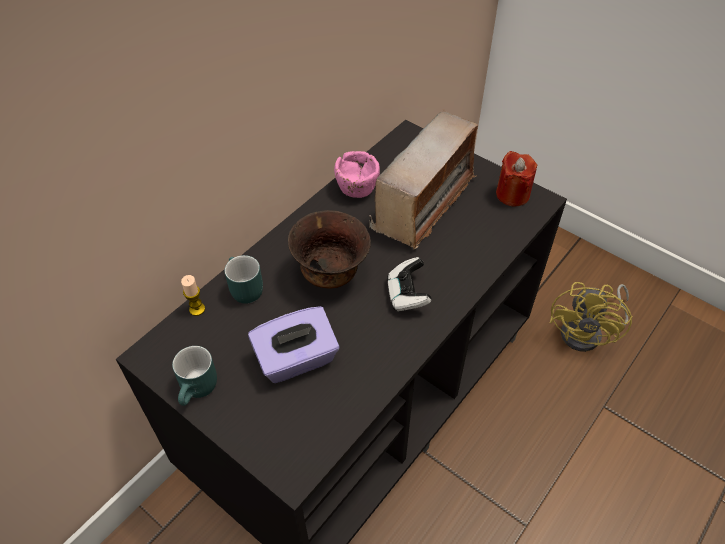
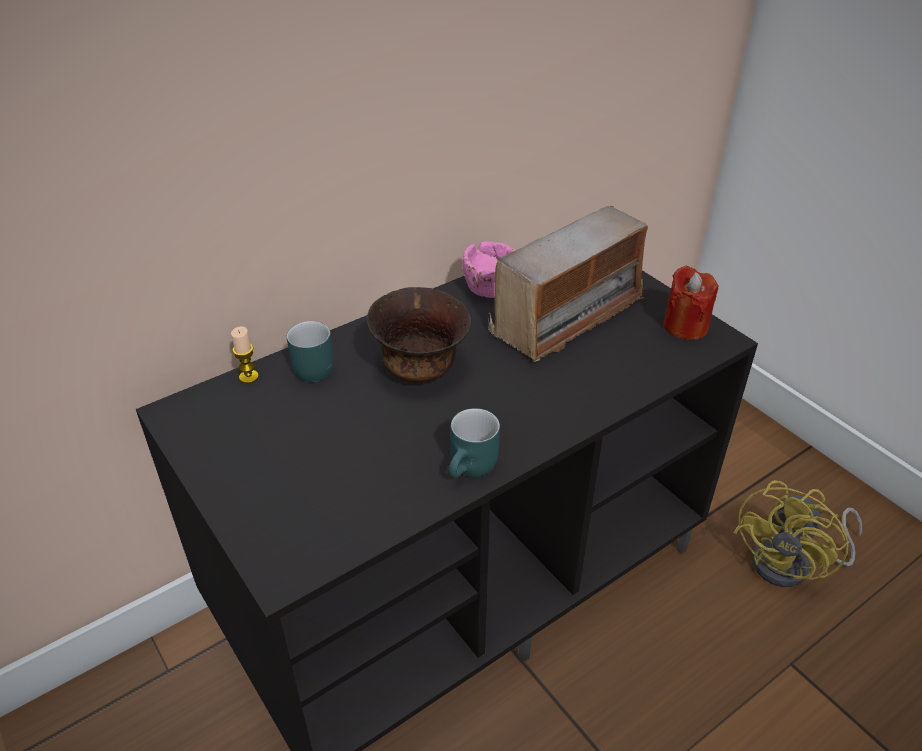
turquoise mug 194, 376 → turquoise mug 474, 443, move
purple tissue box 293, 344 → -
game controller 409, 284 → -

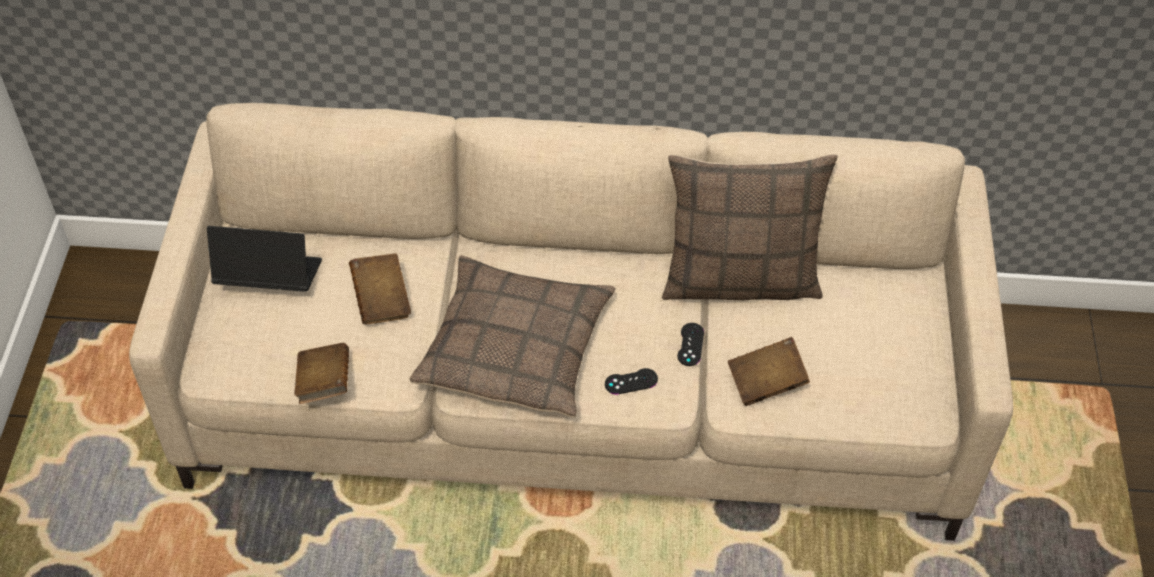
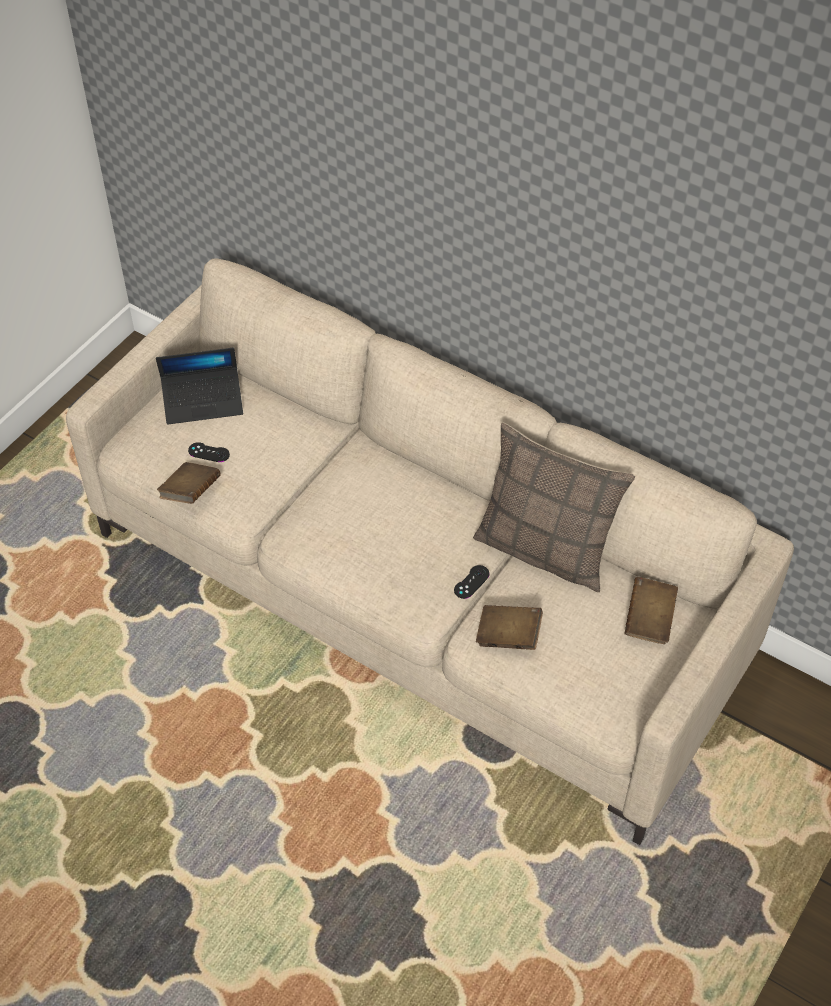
laptop 264, 259 → laptop 199, 386, 135 degrees clockwise
brown book 380, 288 → brown book 651, 610, move
pillow 512, 336 → -
black game controller 631, 381 → black game controller 209, 452, move

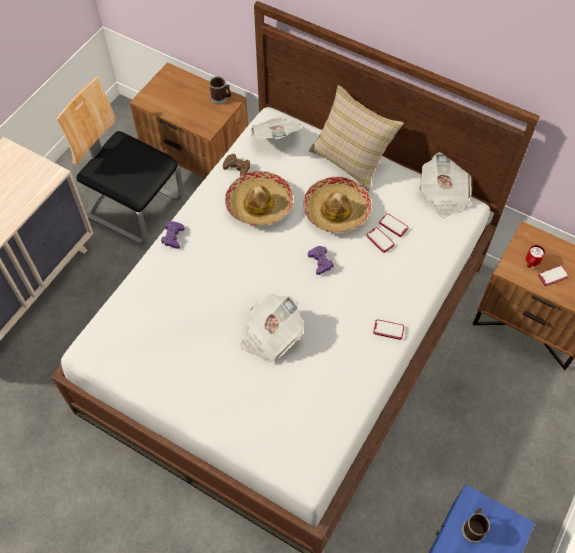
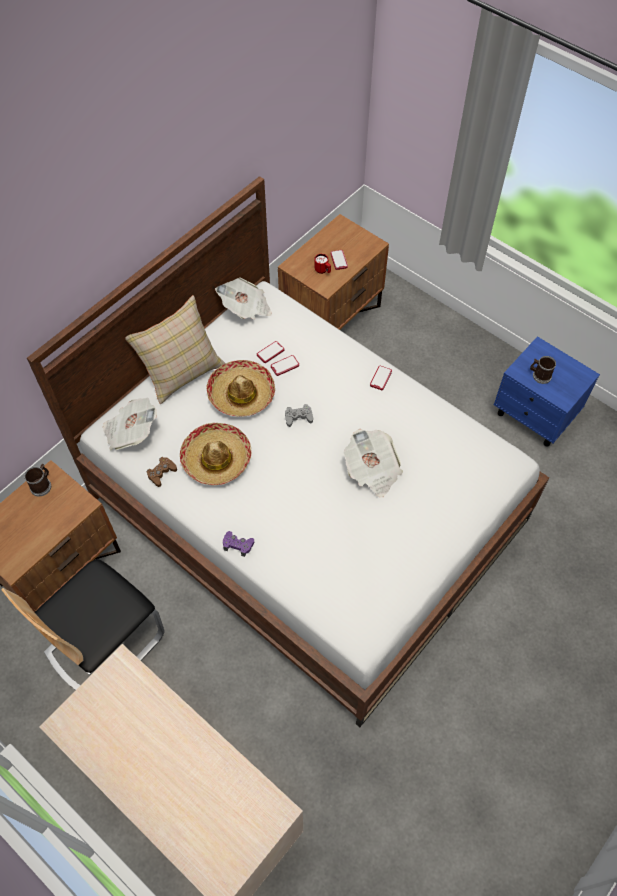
purple game controller 321, 260 → grey game controller 299, 415

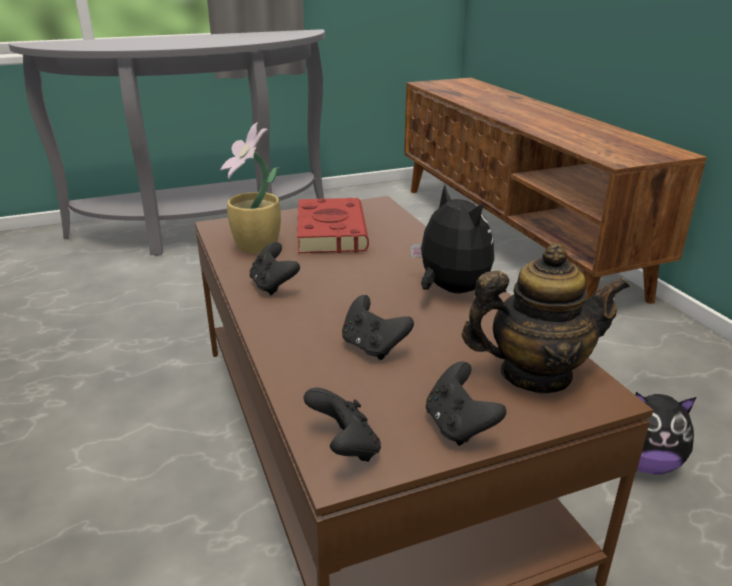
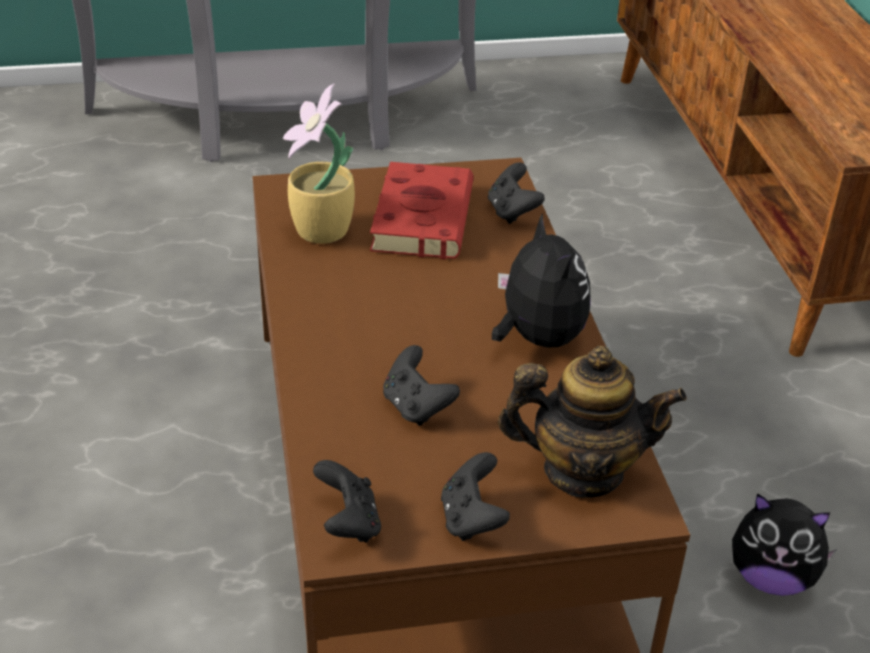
black game controller 275, 268 → black game controller 516, 193, move

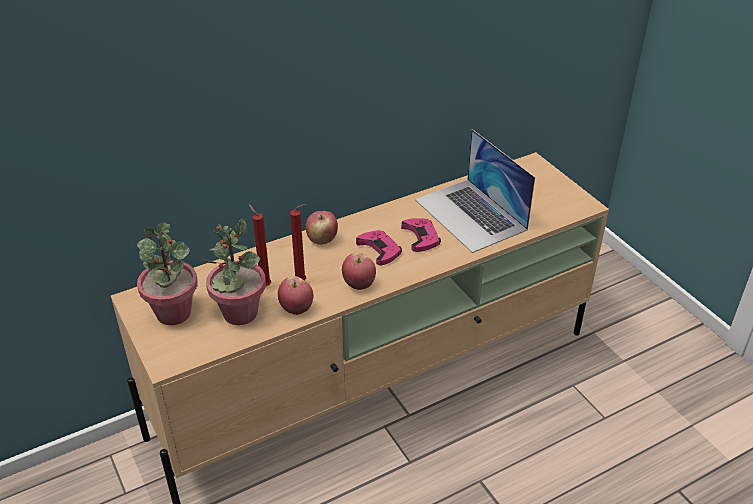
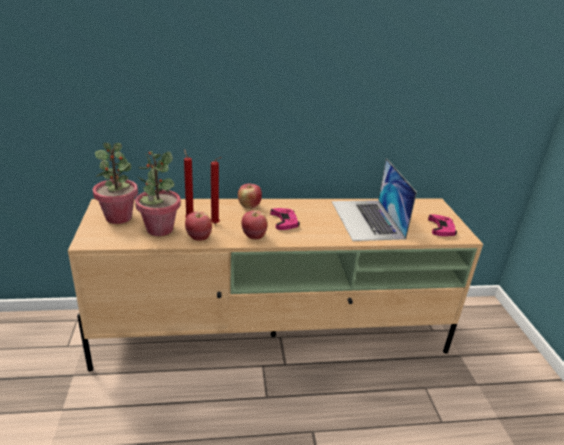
pink game controller 421, 235 → pink game controller 442, 225, move

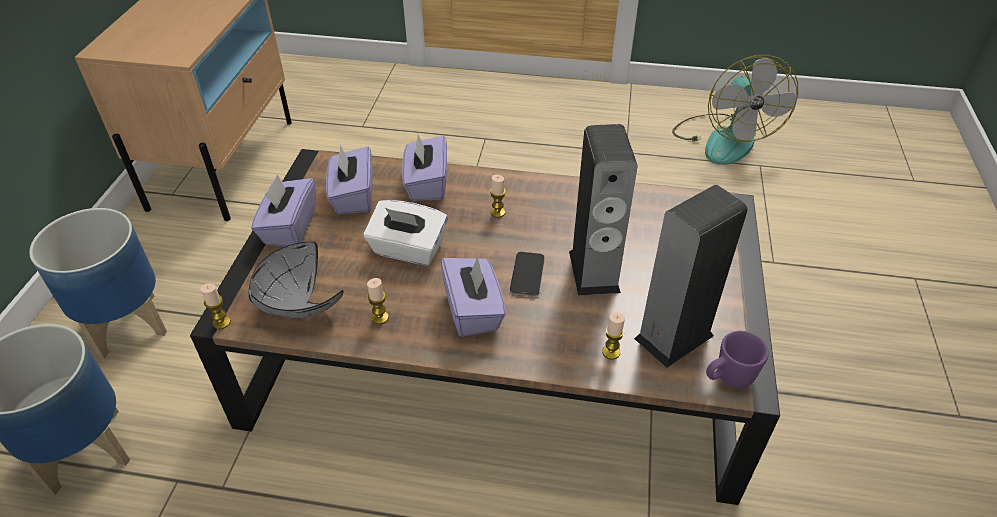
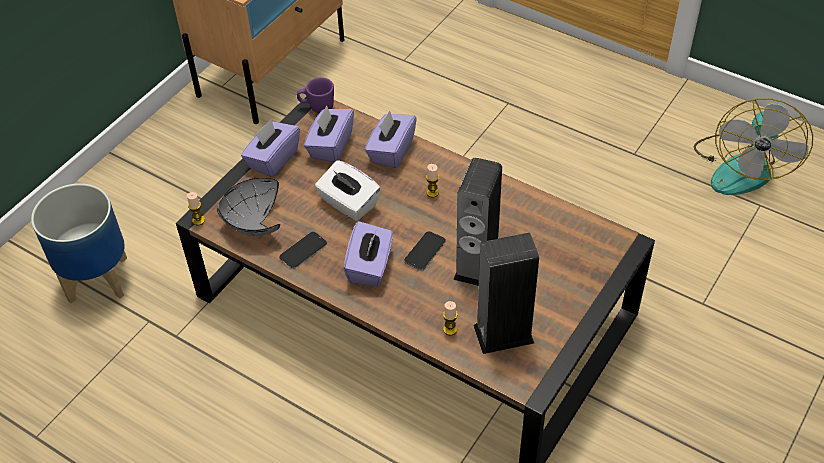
planter 98, 283 → -
candle 378, 301 → phone 303, 250
purple mug 737, 359 → purple mug 315, 95, move

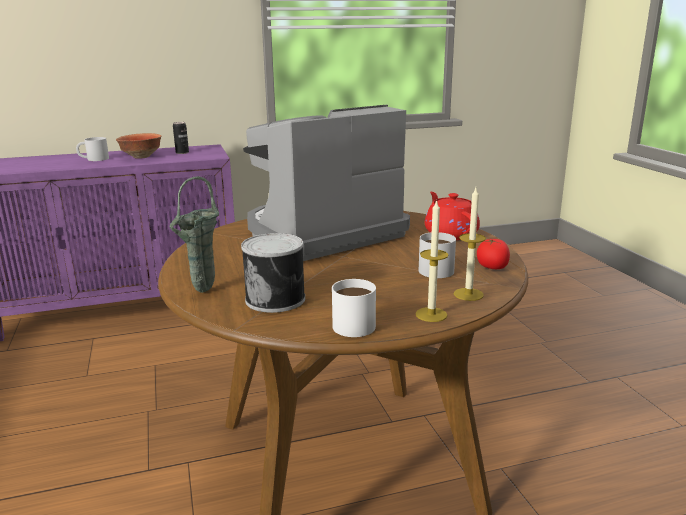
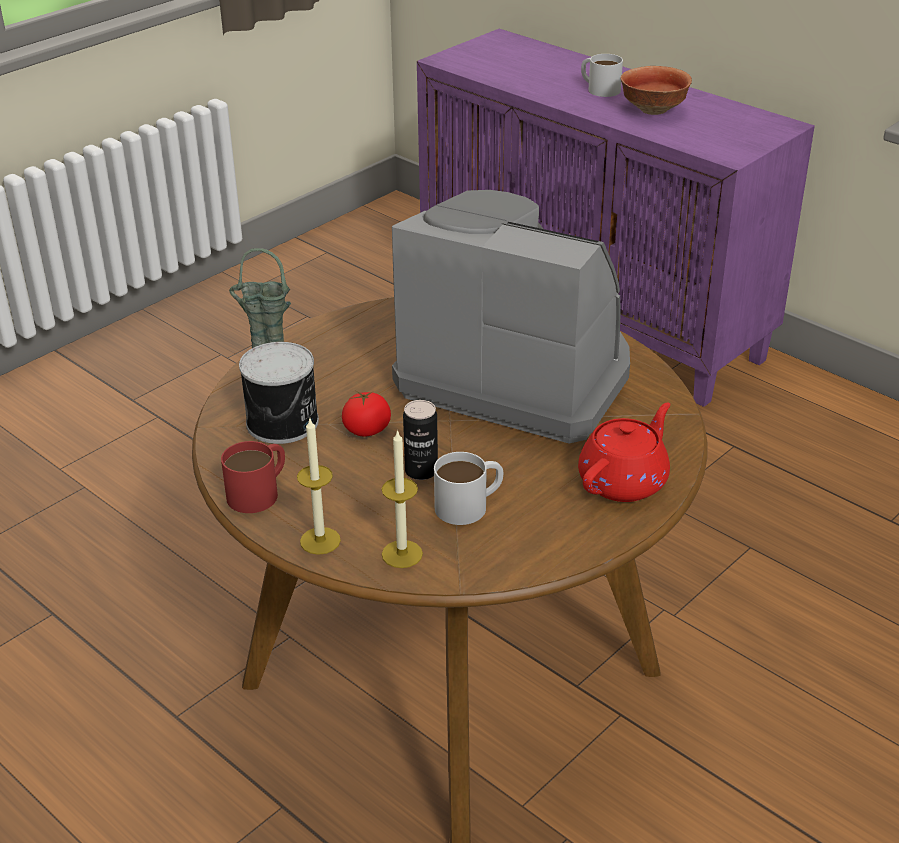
can 181, 138 → can 420, 440, move
white mug 354, 308 → red mug 253, 477
tomato 493, 254 → tomato 366, 414, move

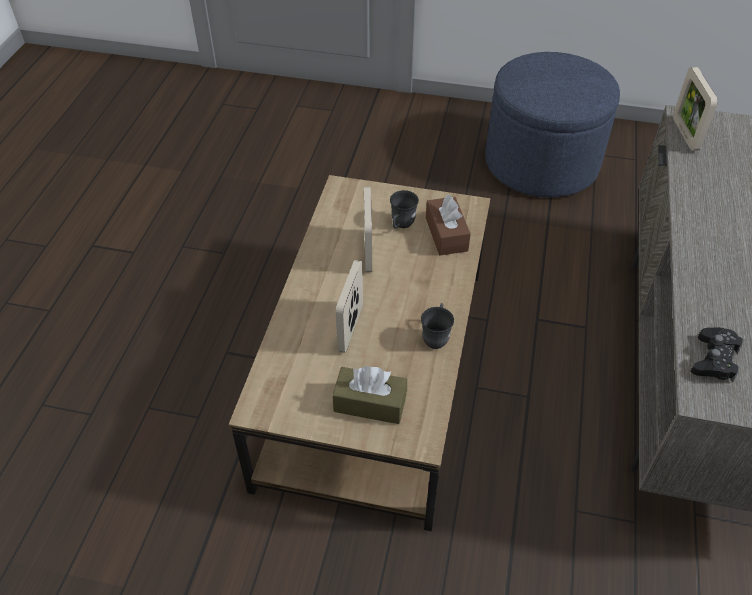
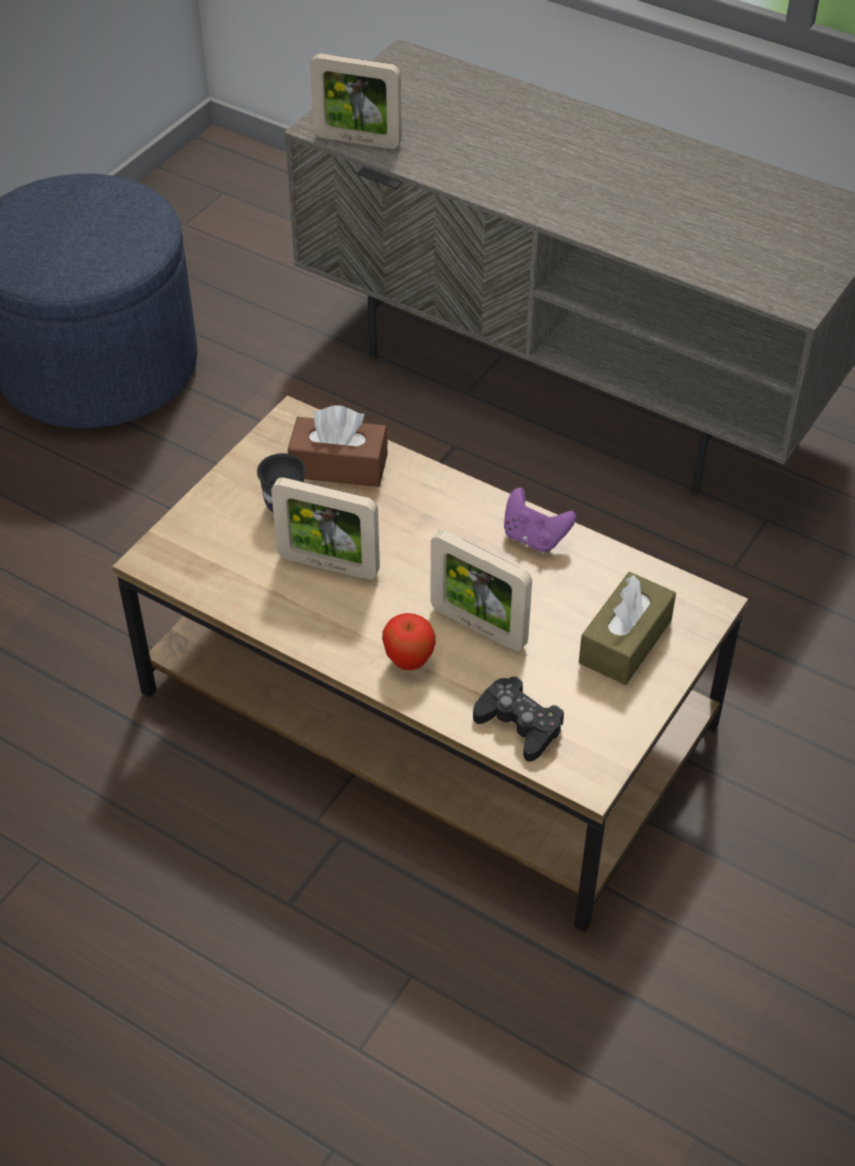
grey mug 437, 326 → purple game controller 540, 519
black game controller 717, 355 → black game controller 518, 719, move
- → apple 409, 641

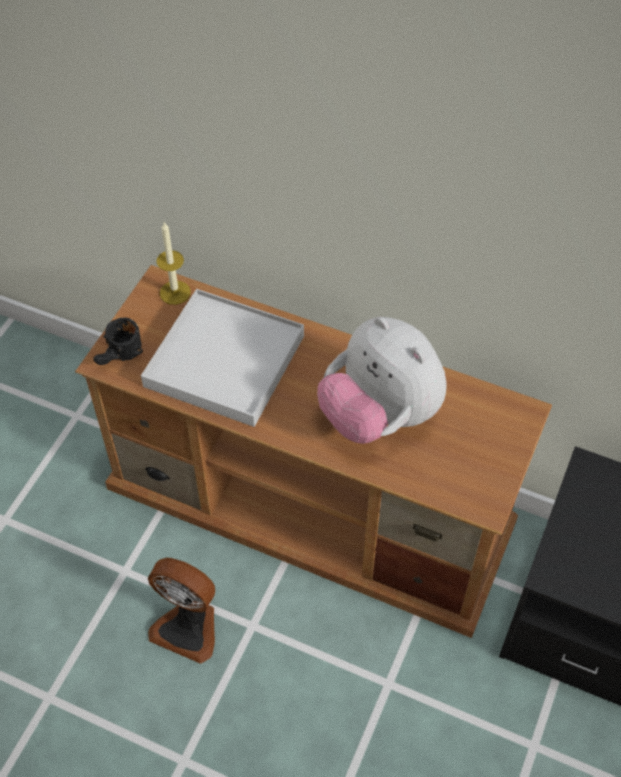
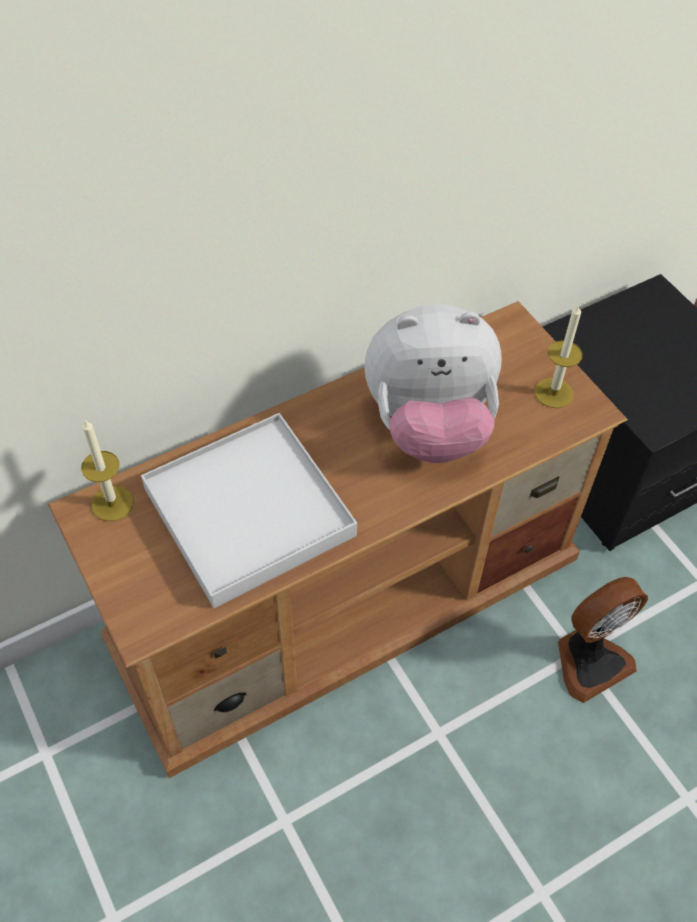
black mug 118, 341 → -
fan 181, 611 → fan 603, 640, move
- → candle 558, 356

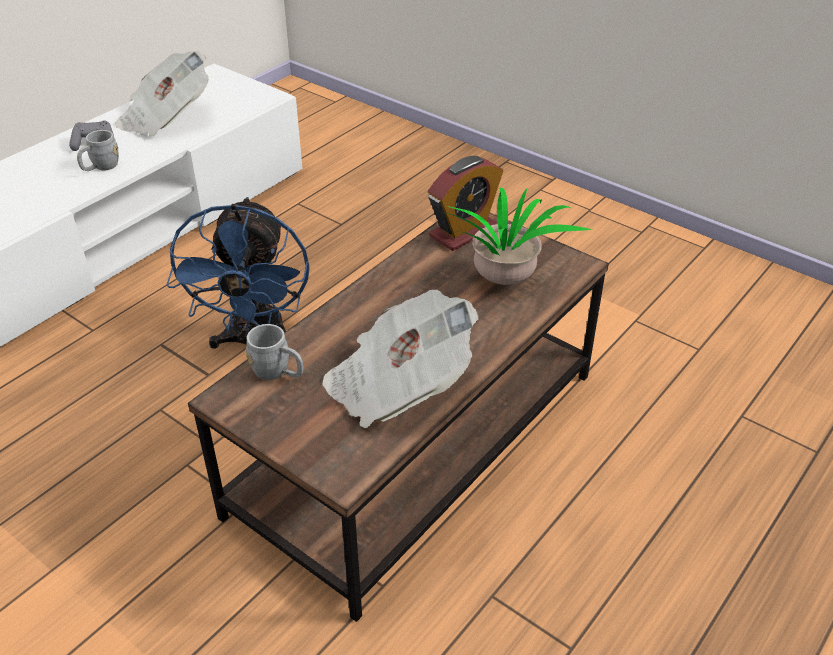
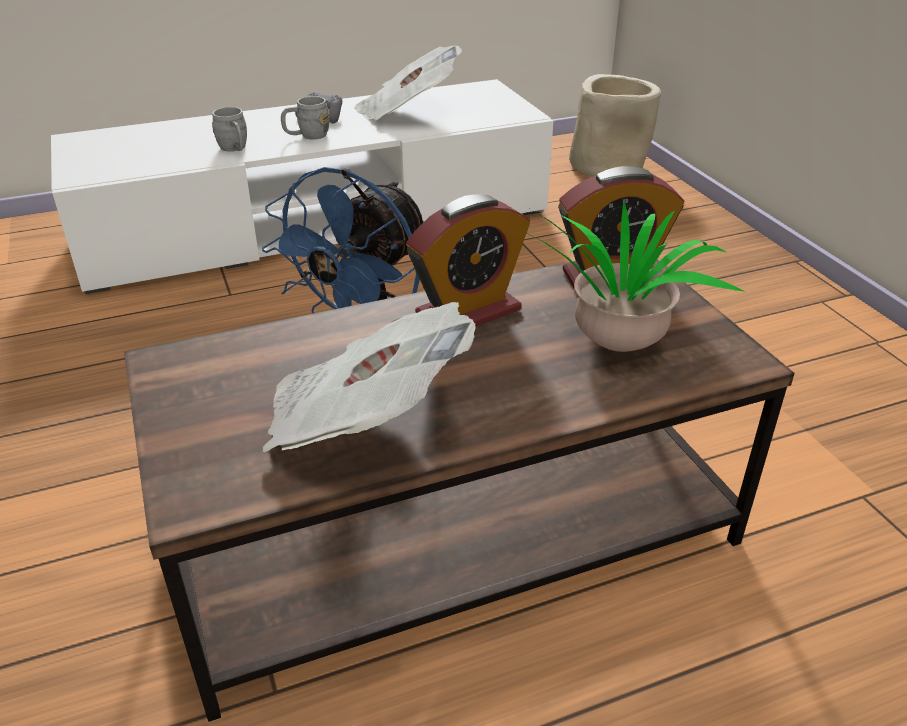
grey mug 275, 352 → grey mug 229, 129, move
- → alarm clock 468, 260
- → beige planter 615, 125

